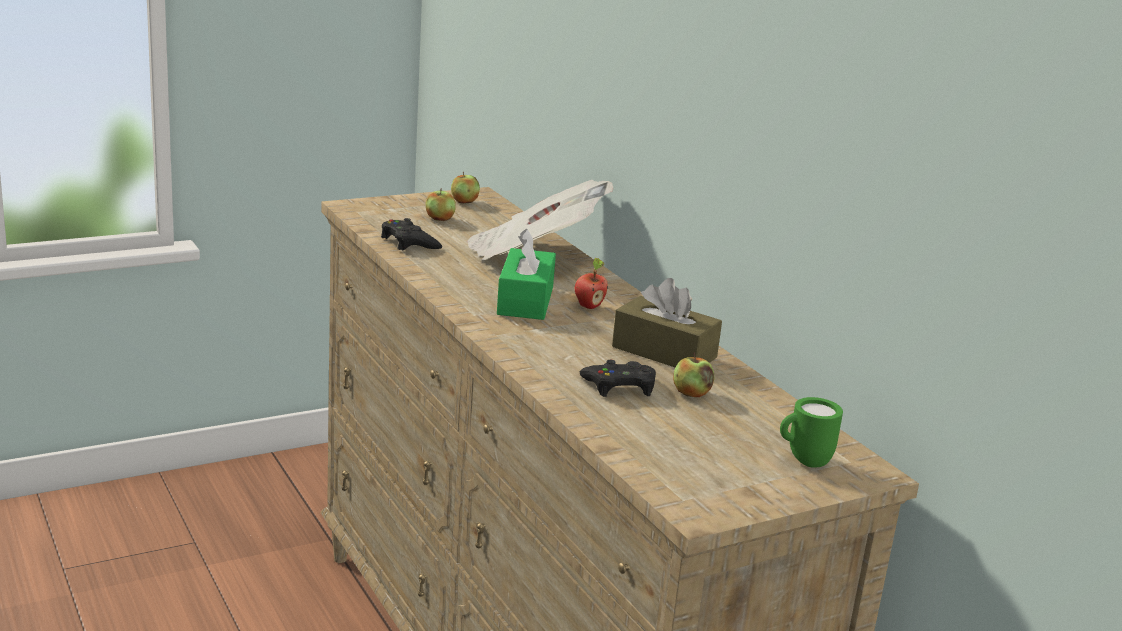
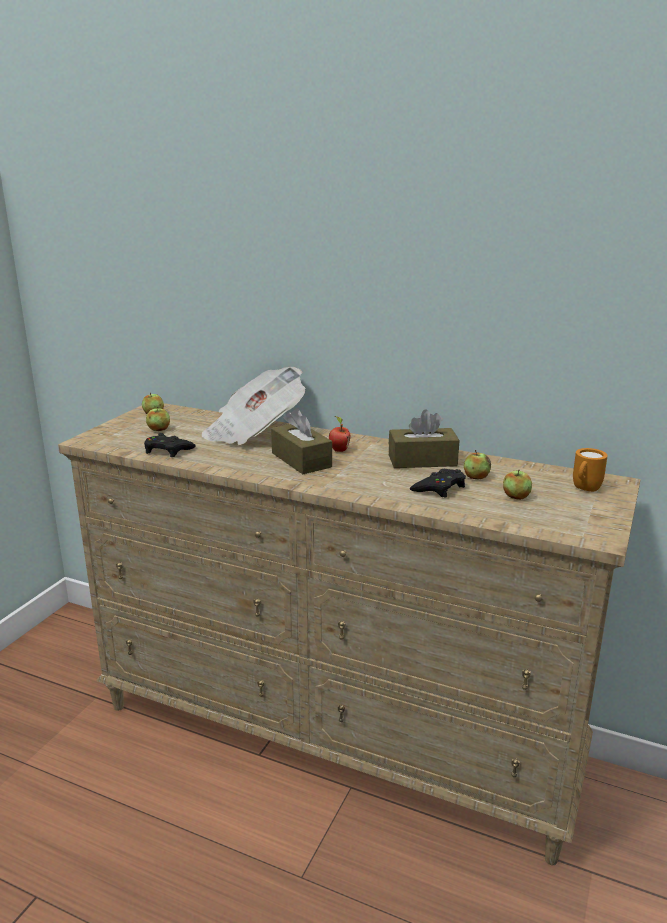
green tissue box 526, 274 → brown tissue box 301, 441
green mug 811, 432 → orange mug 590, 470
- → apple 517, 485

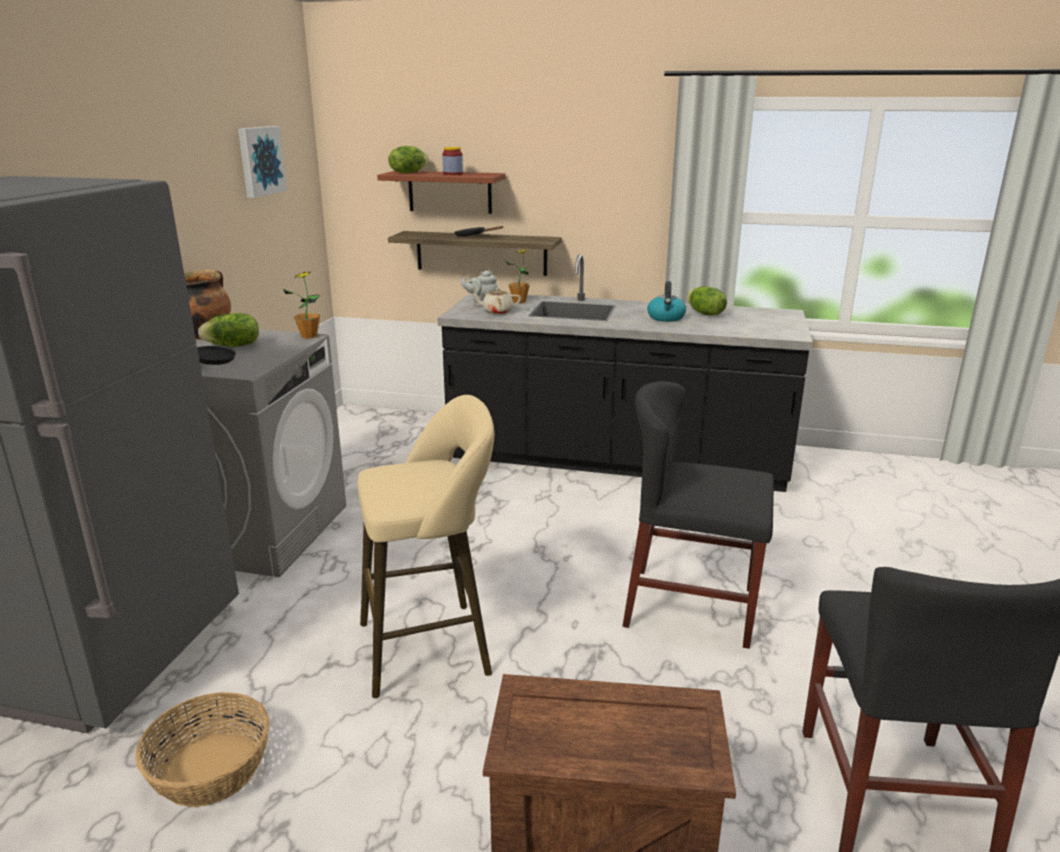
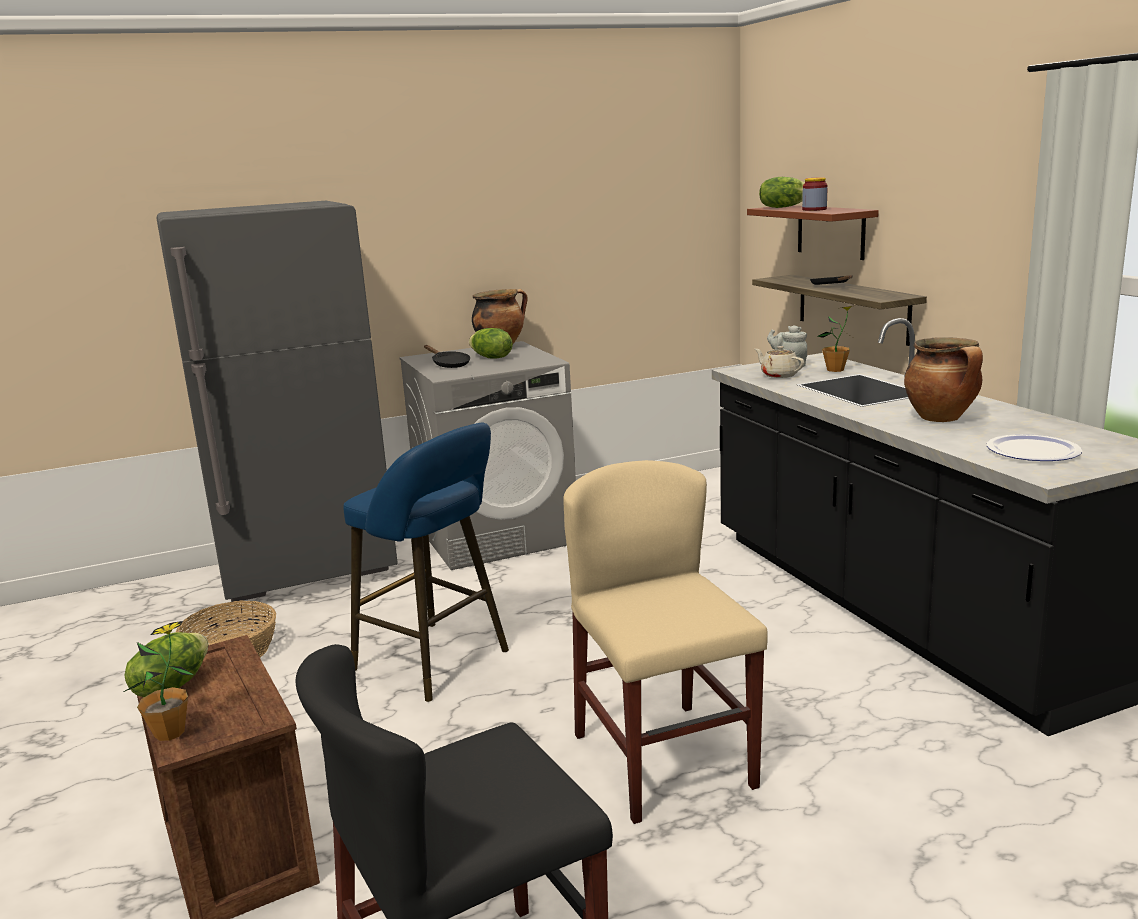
picture 262, 162 → -
potted plant 301, 305 → potted plant 159, 681, move
beige stool 426, 546 → blue stool 426, 562
black chair 698, 515 → beige chair 665, 642
kettle 666, 301 → cooking pot 943, 380
lettuce 707, 300 → lettuce 166, 664, move
- → plate 1035, 447

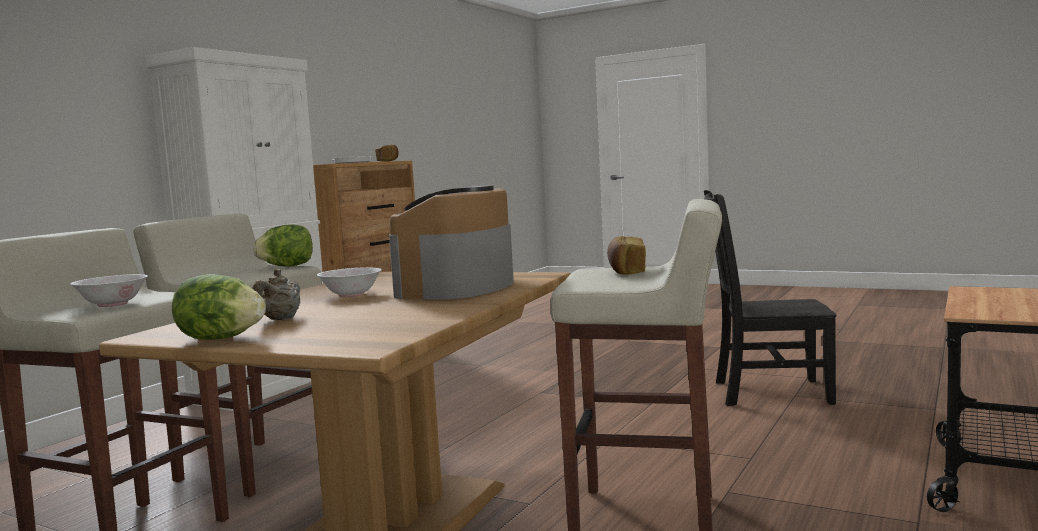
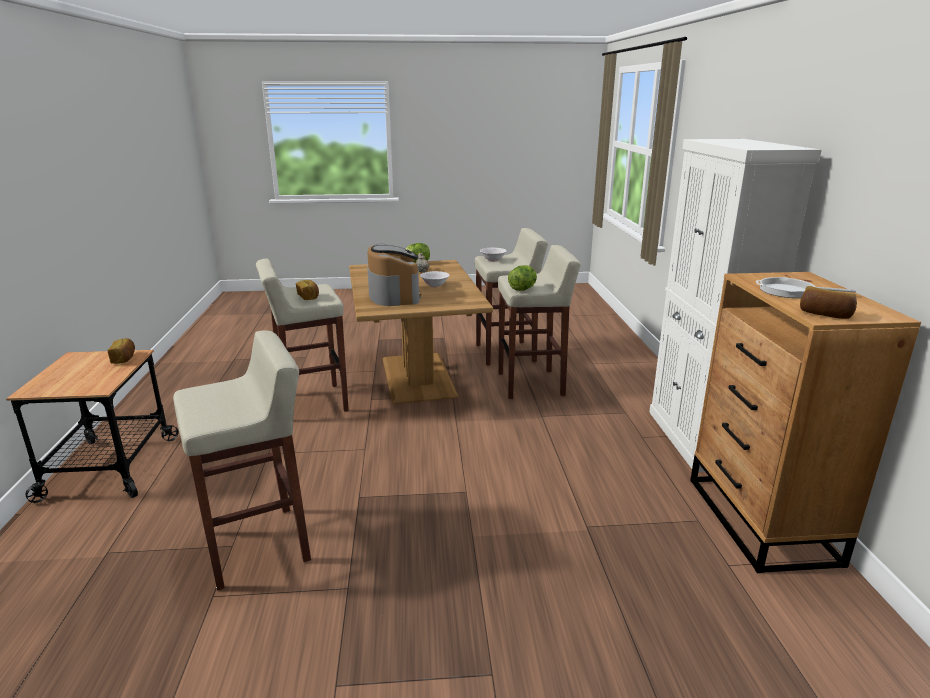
black chair 770, 298 → beige stool 242, 461
- → bread 121, 351

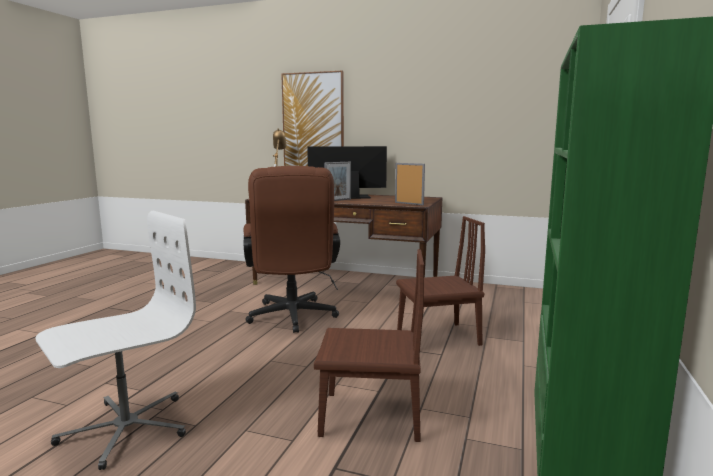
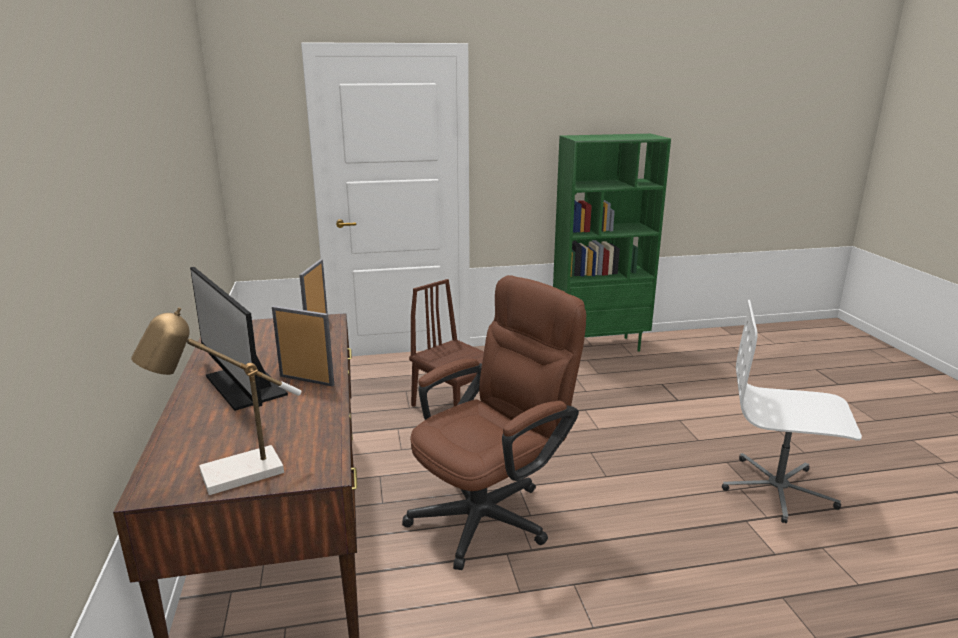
picture 312, 118 → -
brown chair 369, 345 → -

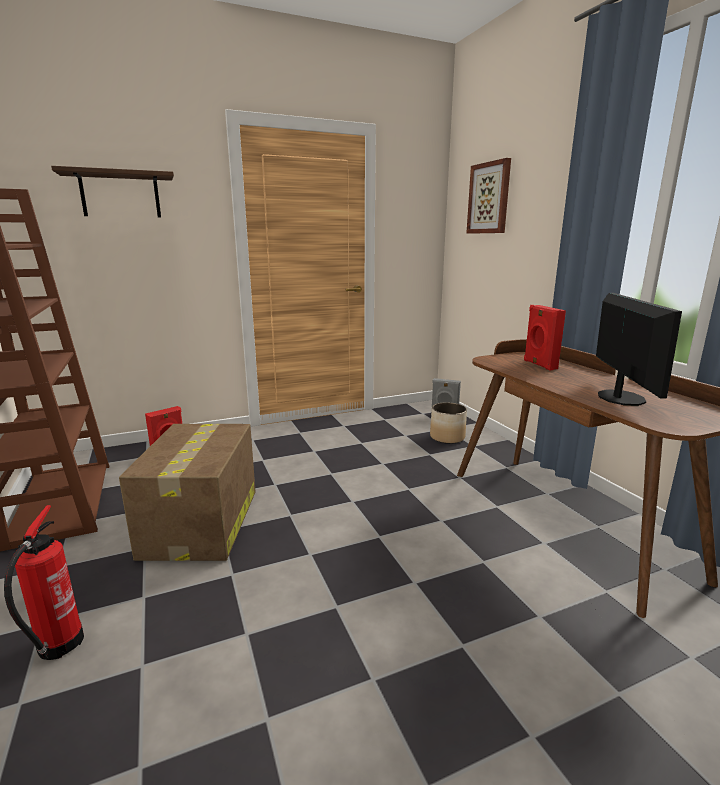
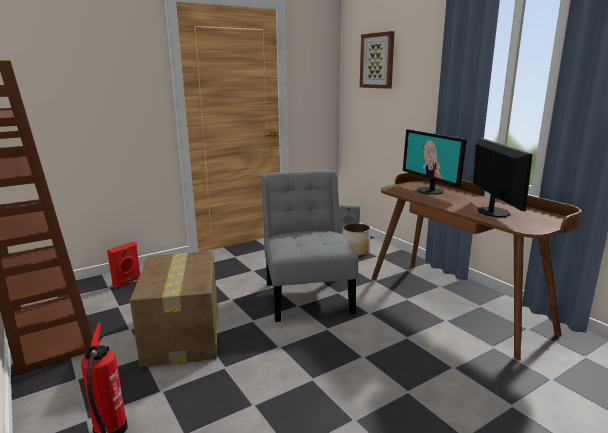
shelf 112, 191 → -
red speaker 545, 337 → monitor 435, 162
- → grey chair 309, 246

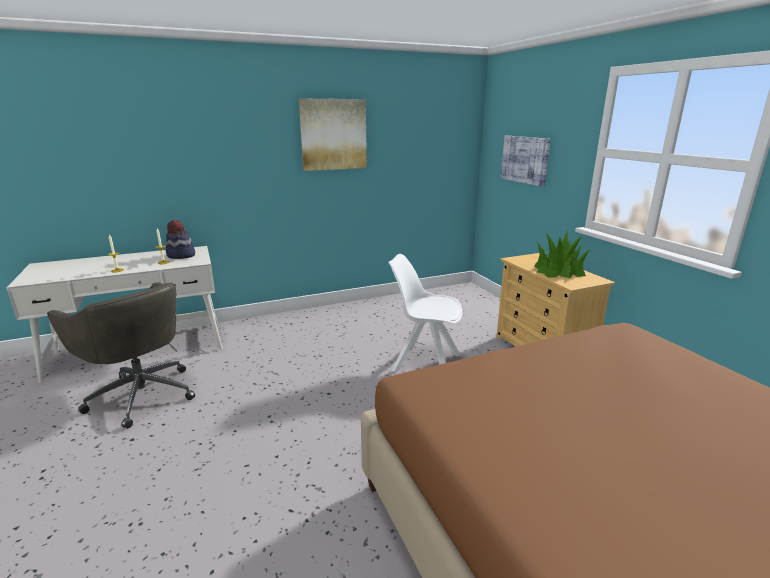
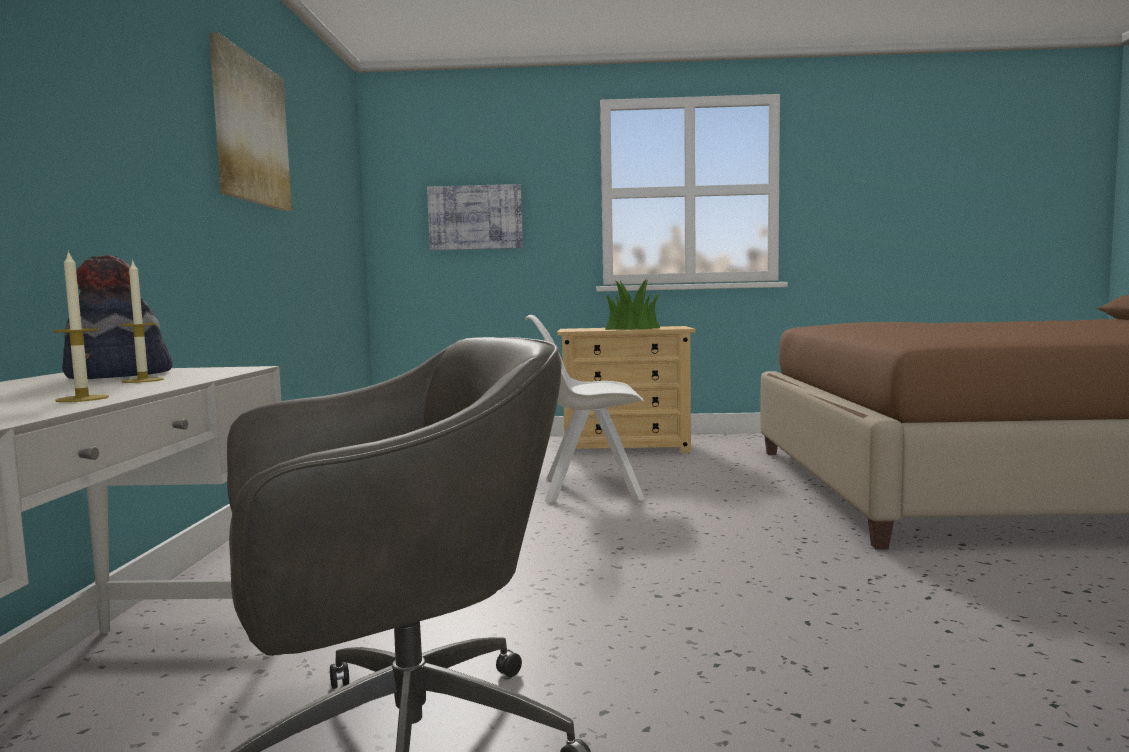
white chair 425, 313 → white chair 585, 409, 45 degrees clockwise

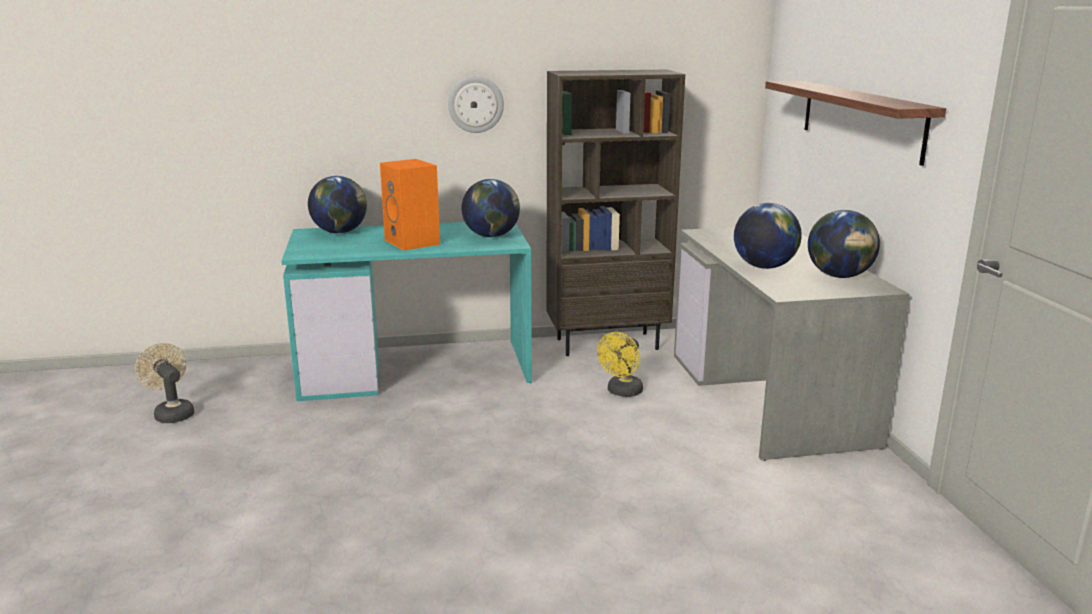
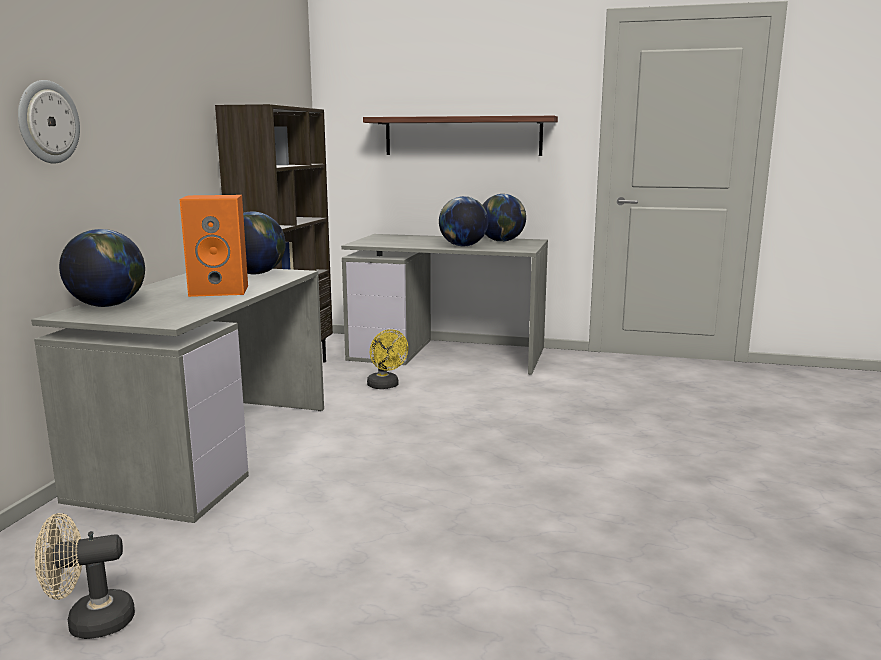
turquoise desk 406, 311 → grey desk 177, 396
wall clock 476, 104 → wall clock 49, 122, move

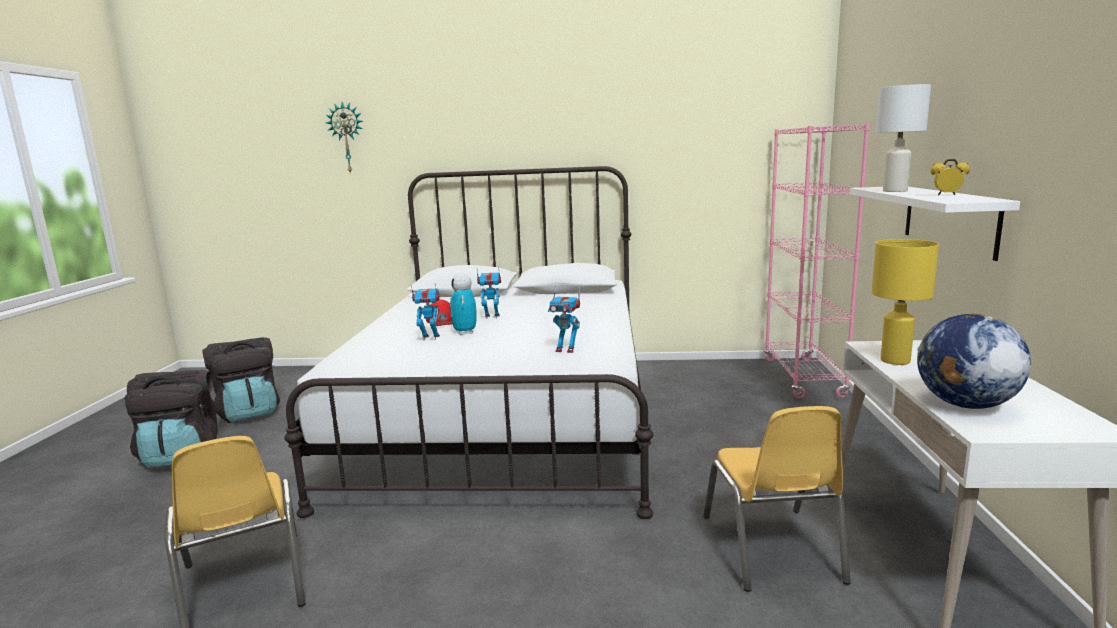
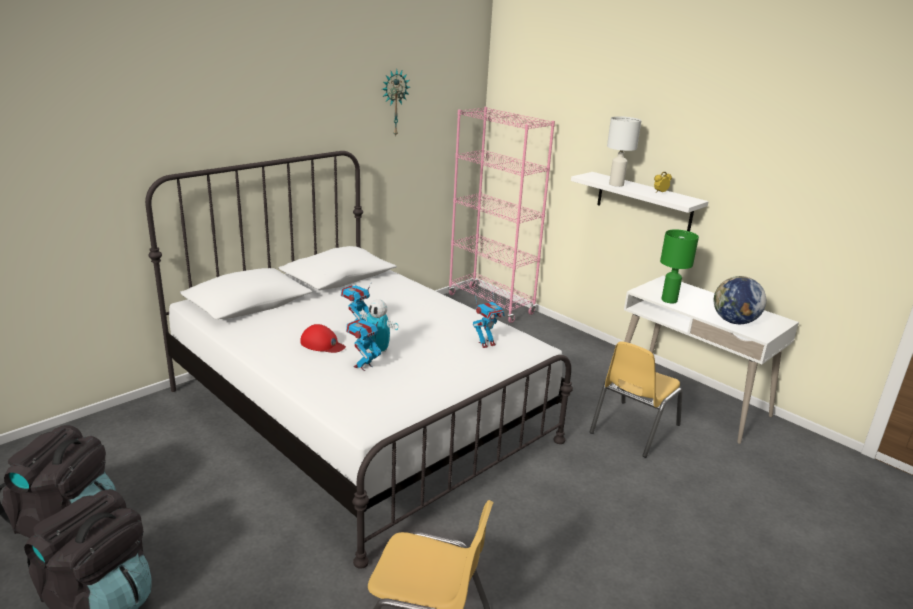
wall clock 344, 138 → wall clock 396, 103, move
yellow chair 777, 499 → yellow chair 636, 399, 90 degrees clockwise
yellow table lamp 905, 302 → green table lamp 679, 266

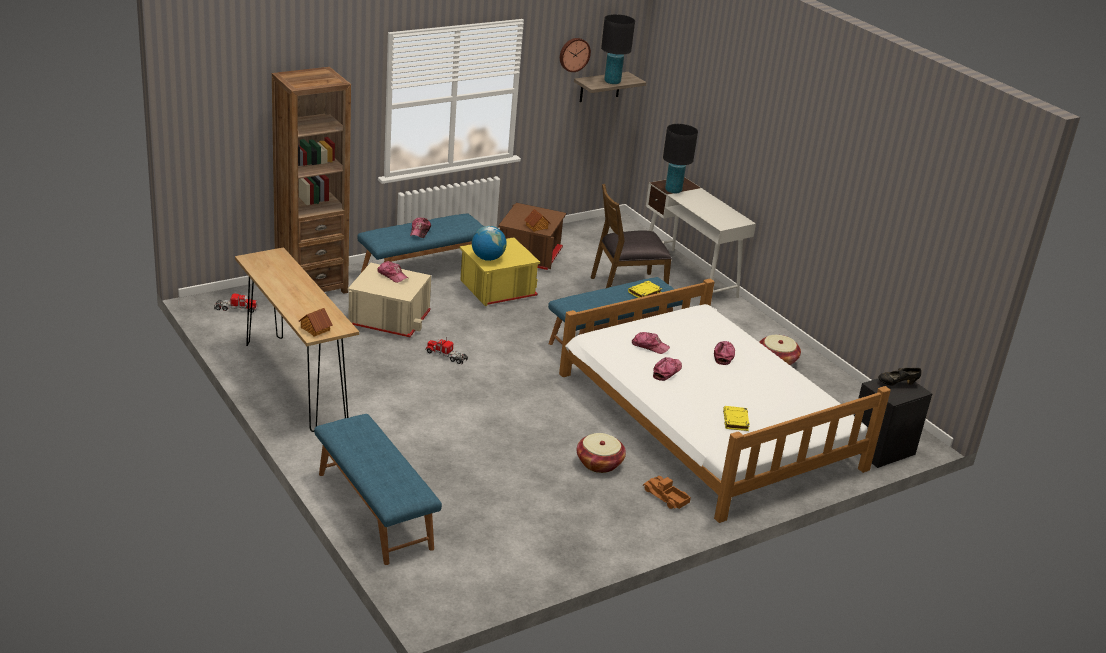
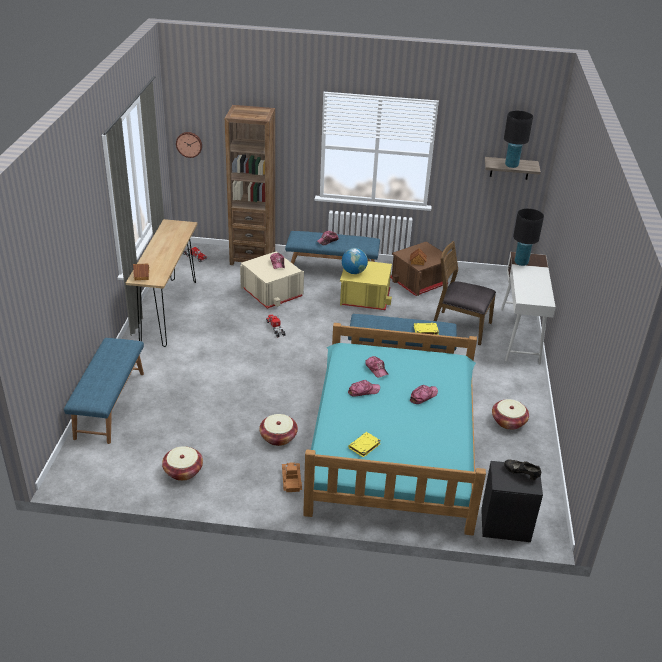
white bed 725, 400 → turquoise bed 394, 429
wall clock 575, 55 → wall clock 189, 145, move
- → basket 182, 463

